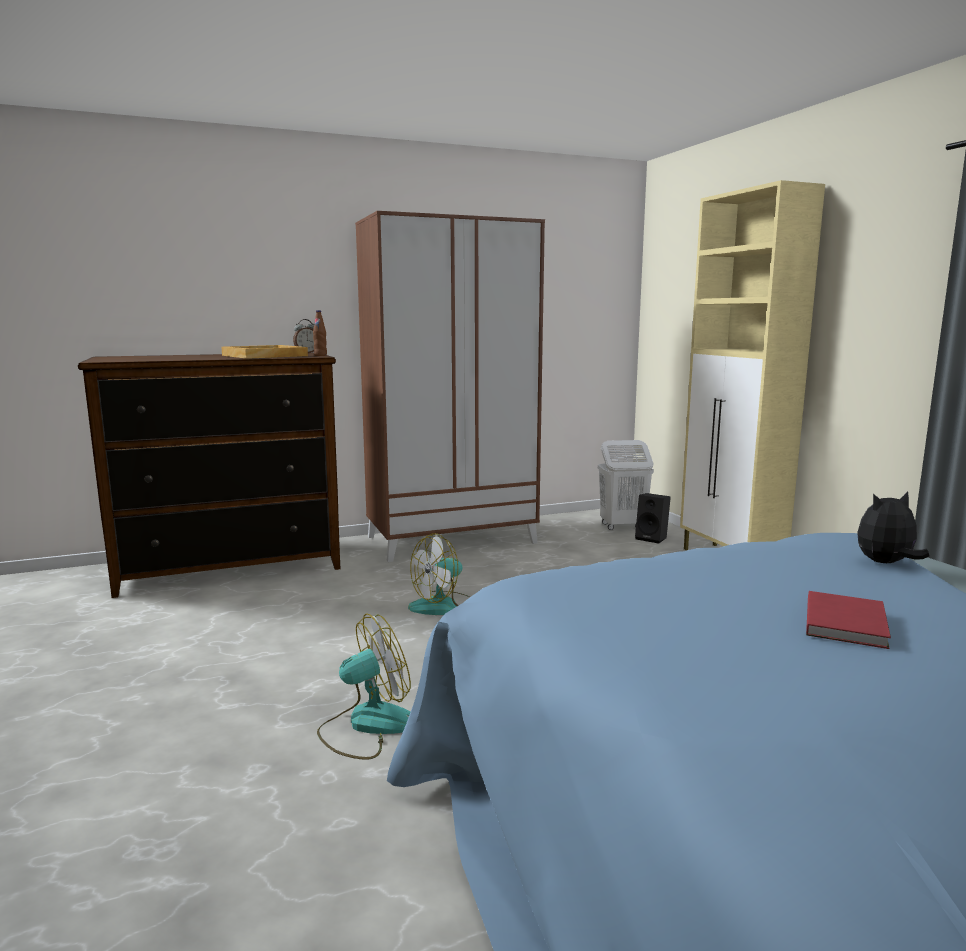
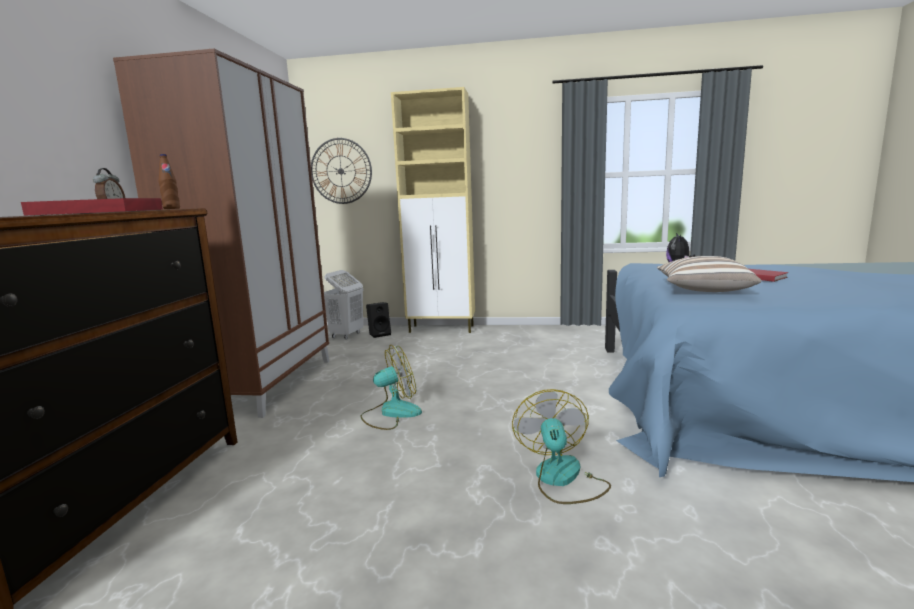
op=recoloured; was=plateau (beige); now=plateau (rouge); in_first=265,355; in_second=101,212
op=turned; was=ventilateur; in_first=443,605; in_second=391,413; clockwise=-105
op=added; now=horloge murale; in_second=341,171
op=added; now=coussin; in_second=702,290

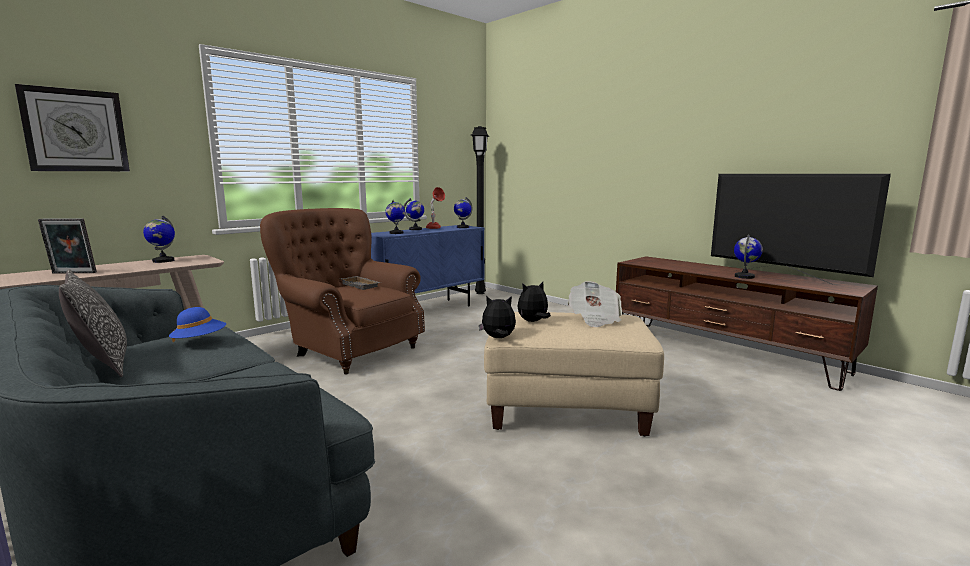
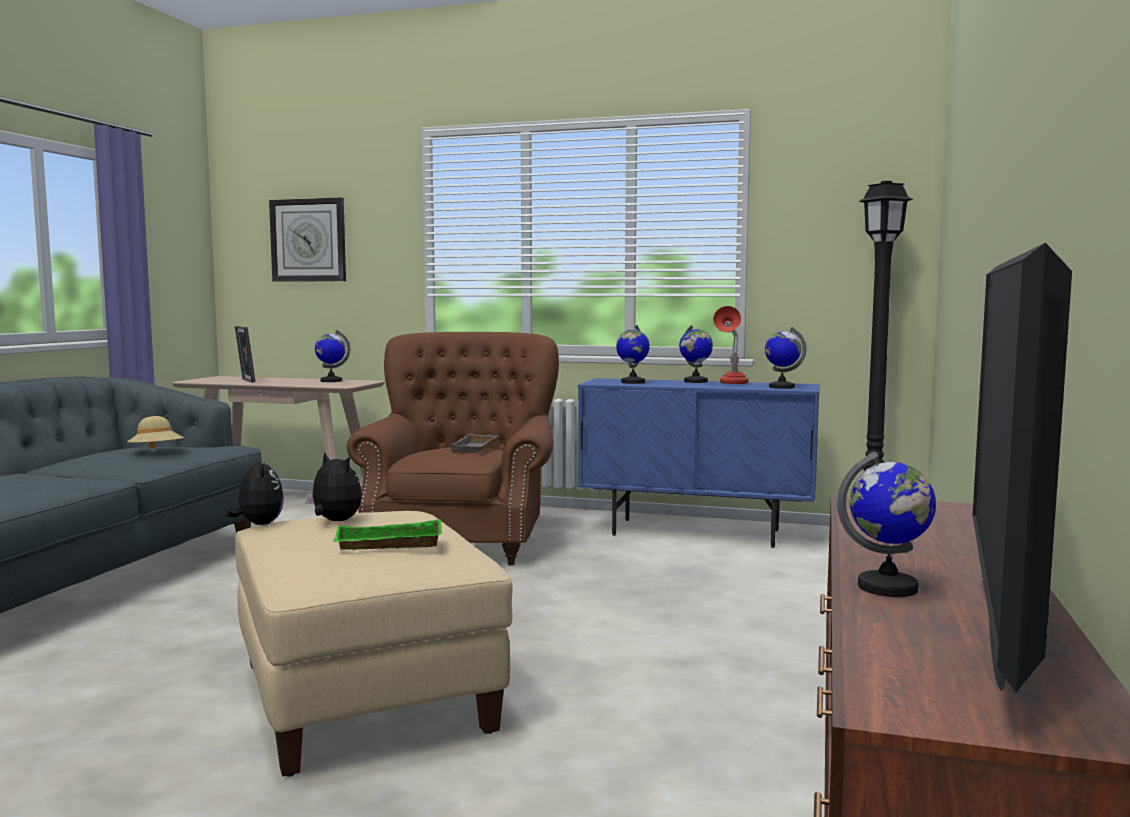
op=removed; was=coussin; in_first=103,365
op=recoloured; was=chapeau (bleu); now=chapeau (beige); in_first=200,342; in_second=156,452
op=replaced; was=journal; now=plateau (vert); in_first=594,319; in_second=387,544

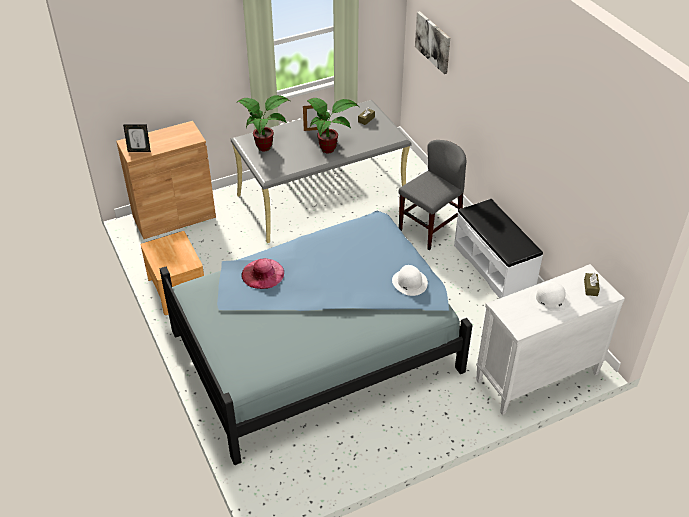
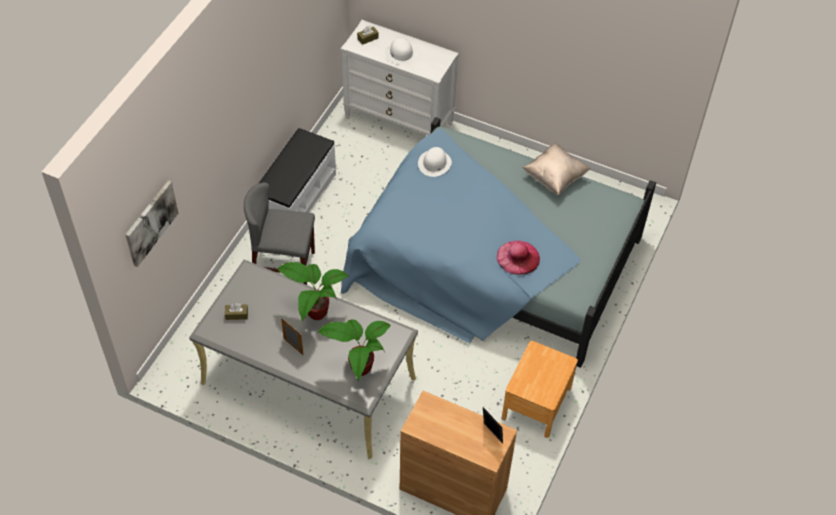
op=added; now=coussin (beige); in_second=555,177

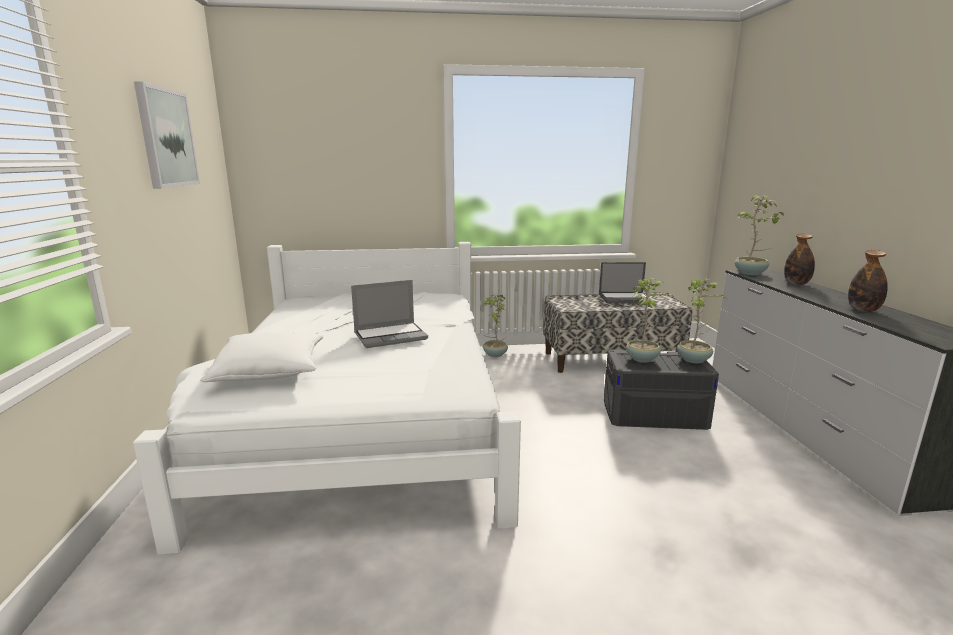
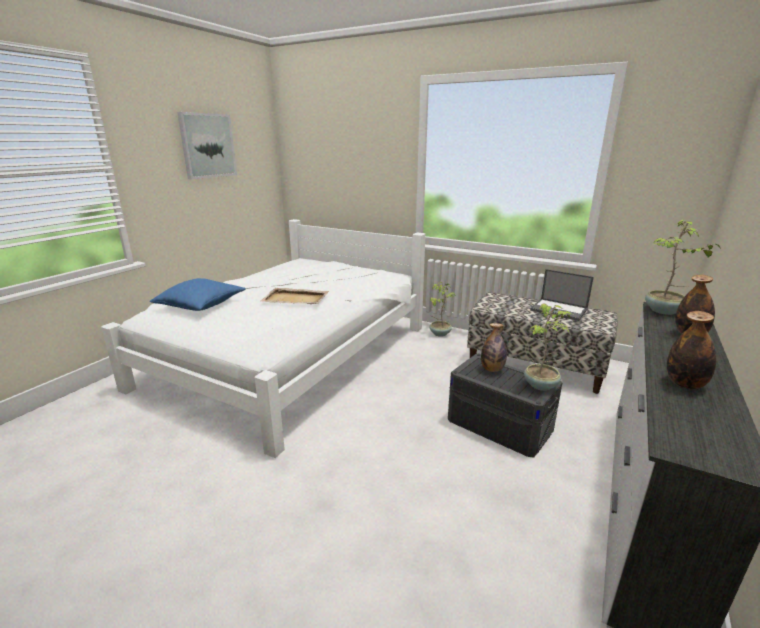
op=recoloured; was=coussin (blanc); now=coussin (bleu); in_first=270,371; in_second=201,305
op=replaced; was=ordinateur portable; now=plateau (beige); in_first=391,336; in_second=296,299
op=replaced; was=plante en pot; now=bouteille; in_first=642,358; in_second=492,369

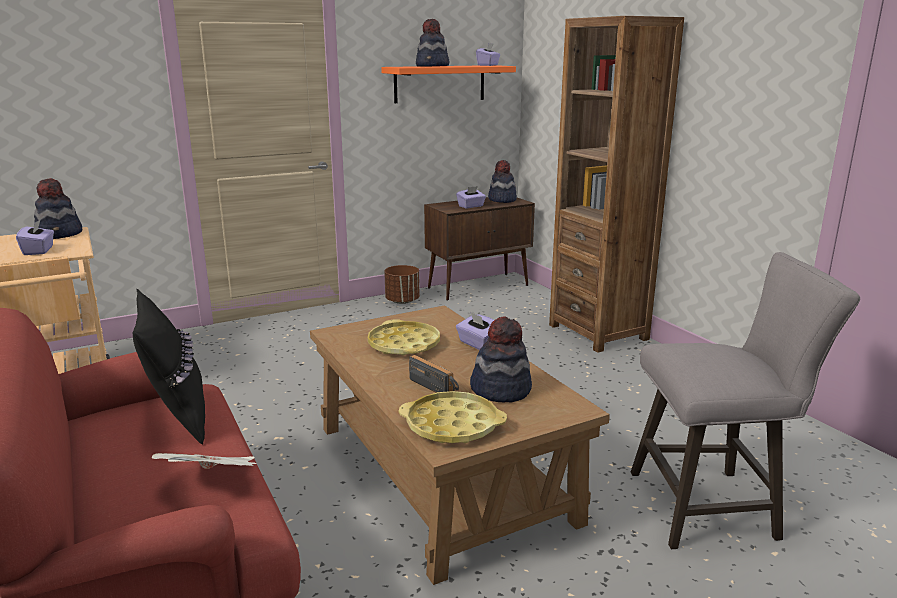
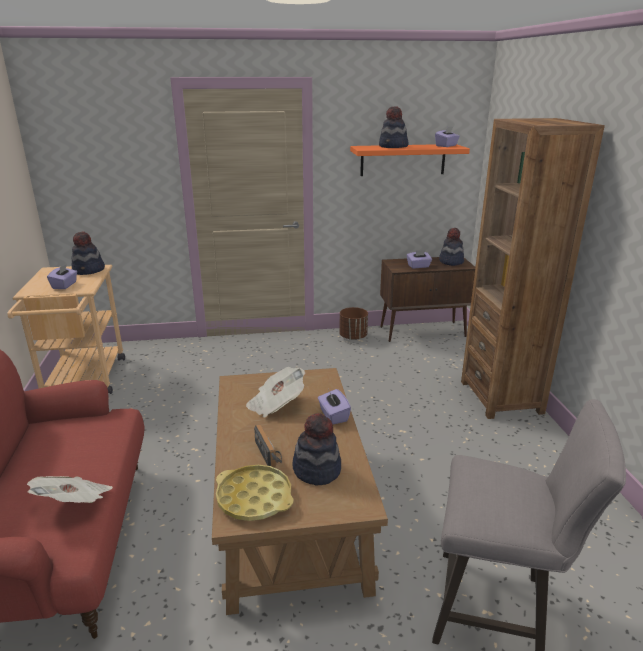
op=removed; was=coussin (noir); in_first=178,416
op=replaced; was=plateau (jaune); now=journal; in_first=404,345; in_second=276,404

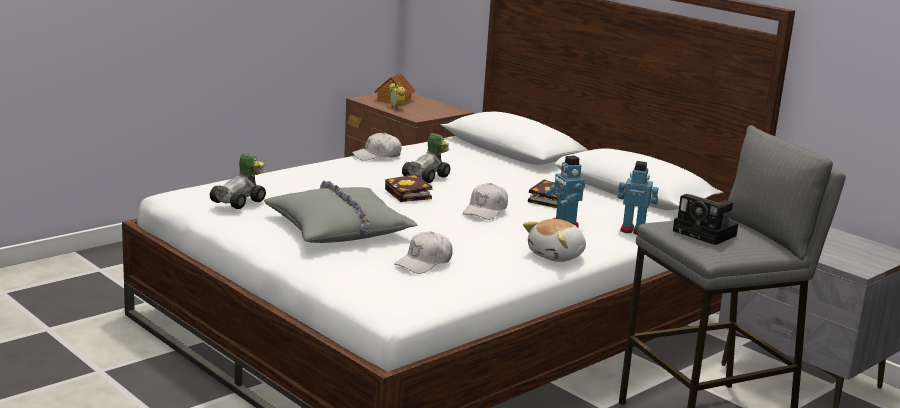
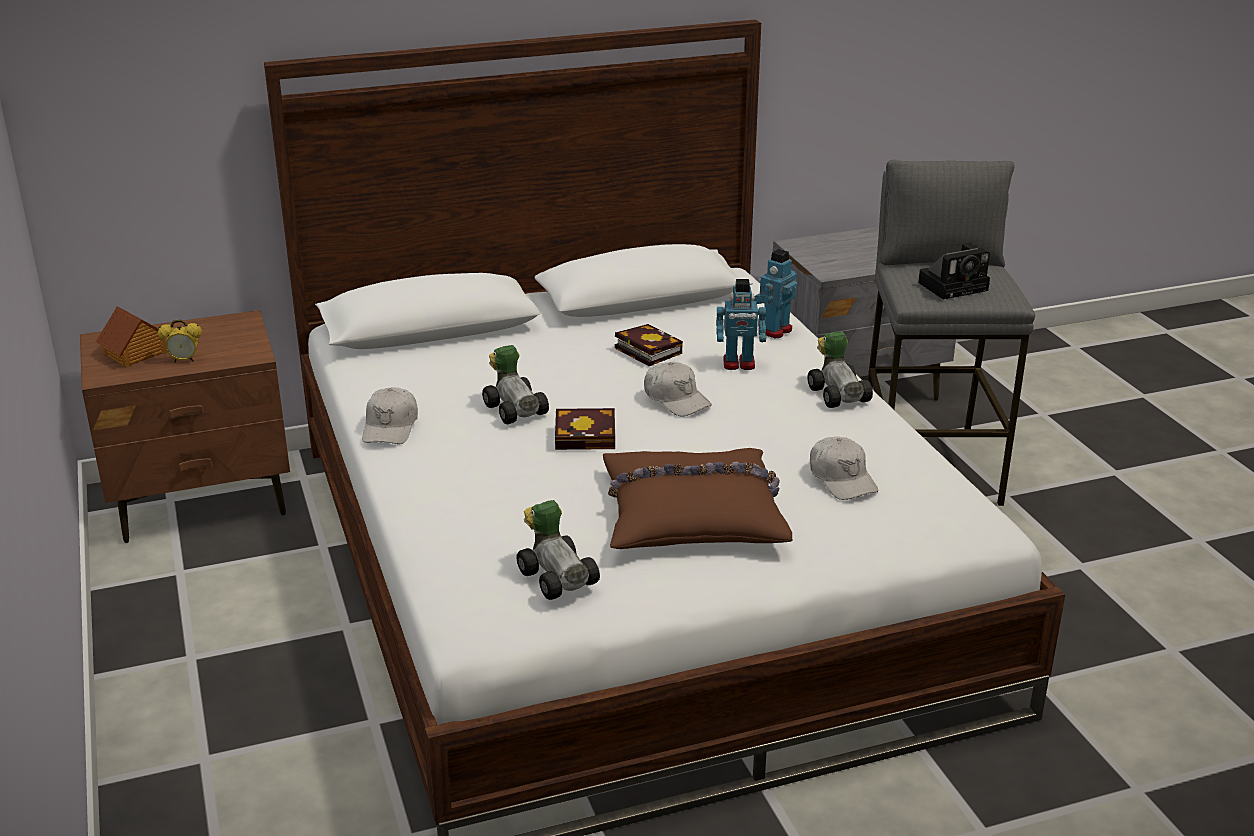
op=recoloured; was=coussin (gris); now=coussin (marron); in_first=339,228; in_second=692,515
op=replaced; was=peluche; now=petite voiture; in_first=557,256; in_second=838,393

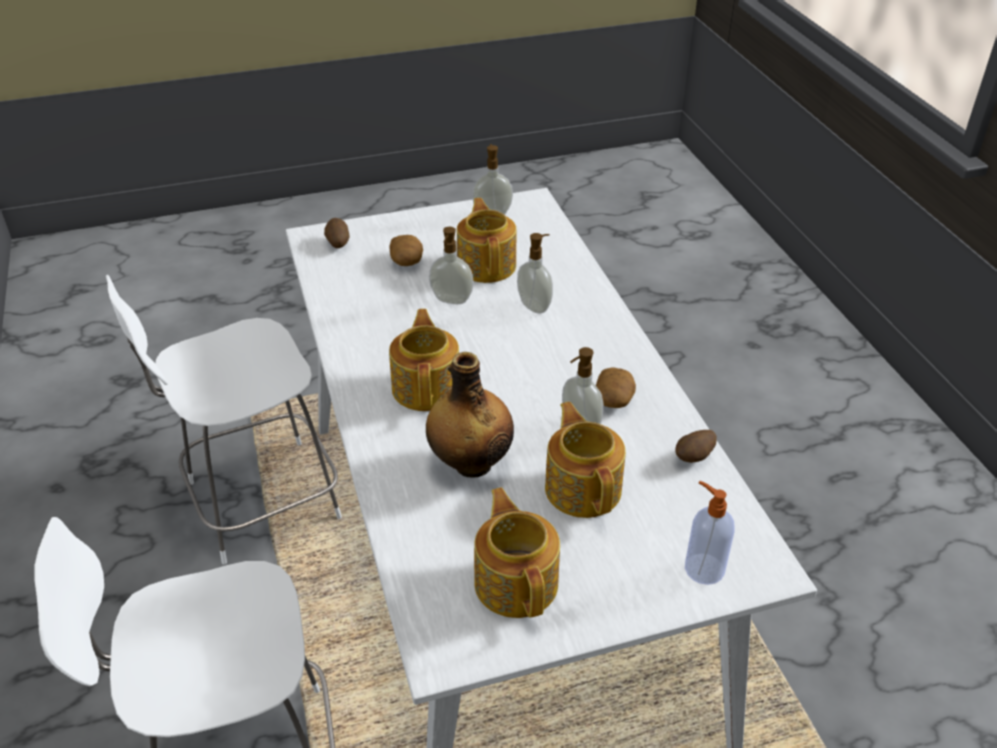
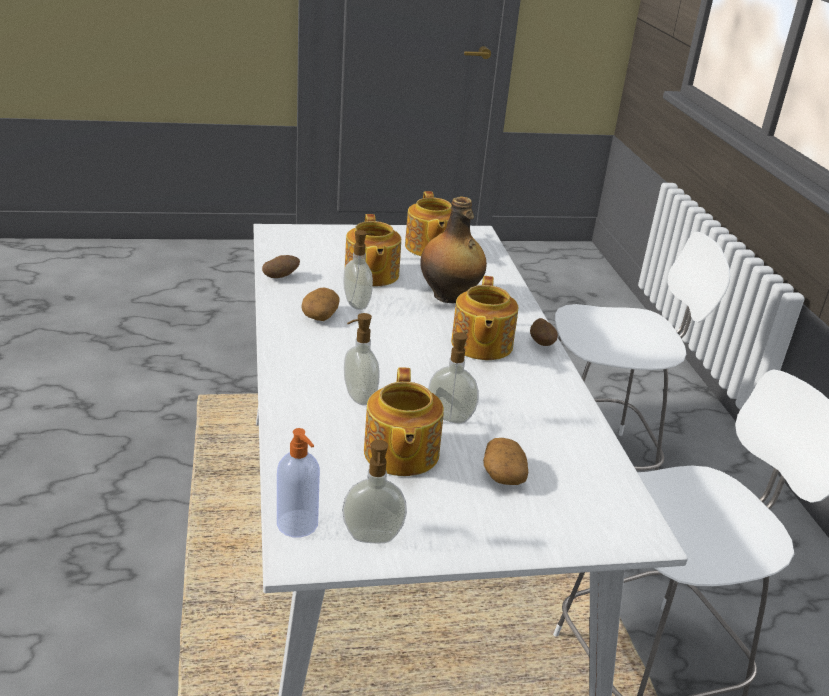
op=moved; was=pomme de terre; in_first=337,243; in_second=542,344
op=moved; was=distributeur de savon; in_first=703,568; in_second=298,525

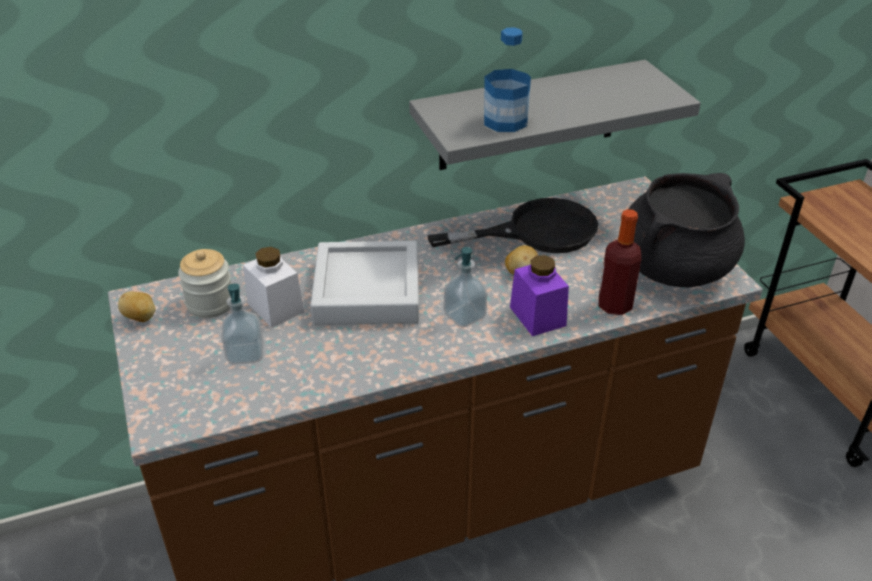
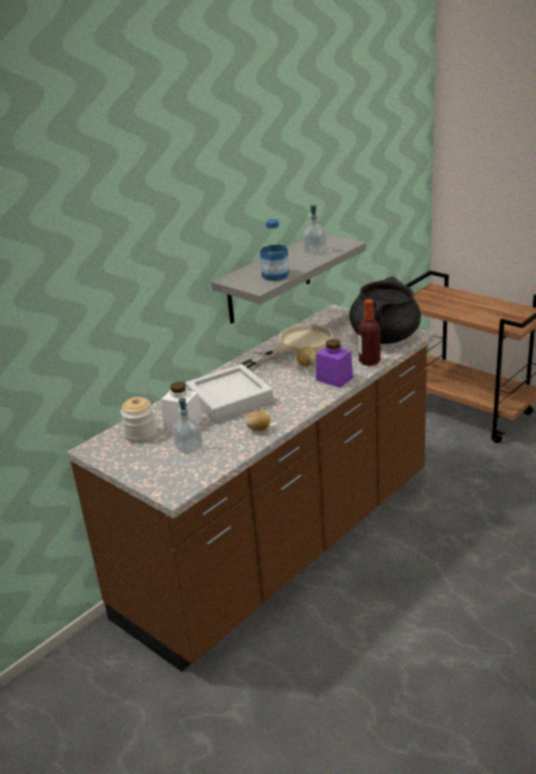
op=moved; was=pomme de terre; in_first=141,318; in_second=259,429
op=recoloured; was=poêle (noir); now=poêle (beige); in_first=536,231; in_second=297,345
op=moved; was=distributeur de savon; in_first=464,316; in_second=315,251

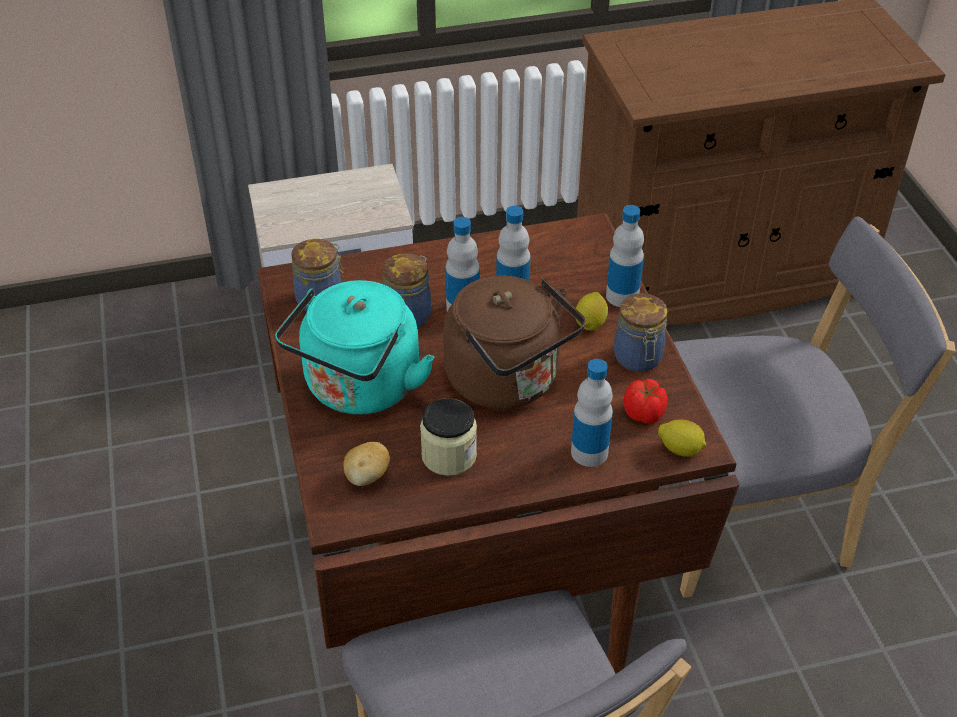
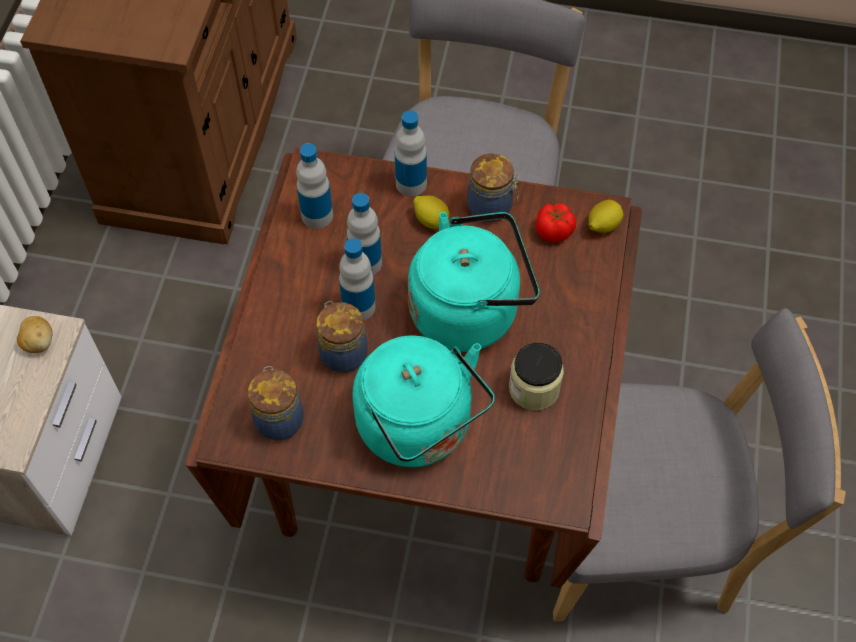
op=moved; was=pomme de terre; in_first=367,476; in_second=39,342
op=recoloured; was=bouilloire (marron); now=bouilloire (turquoise); in_first=508,382; in_second=470,310
op=moved; was=bouteille; in_first=589,452; in_second=317,215

